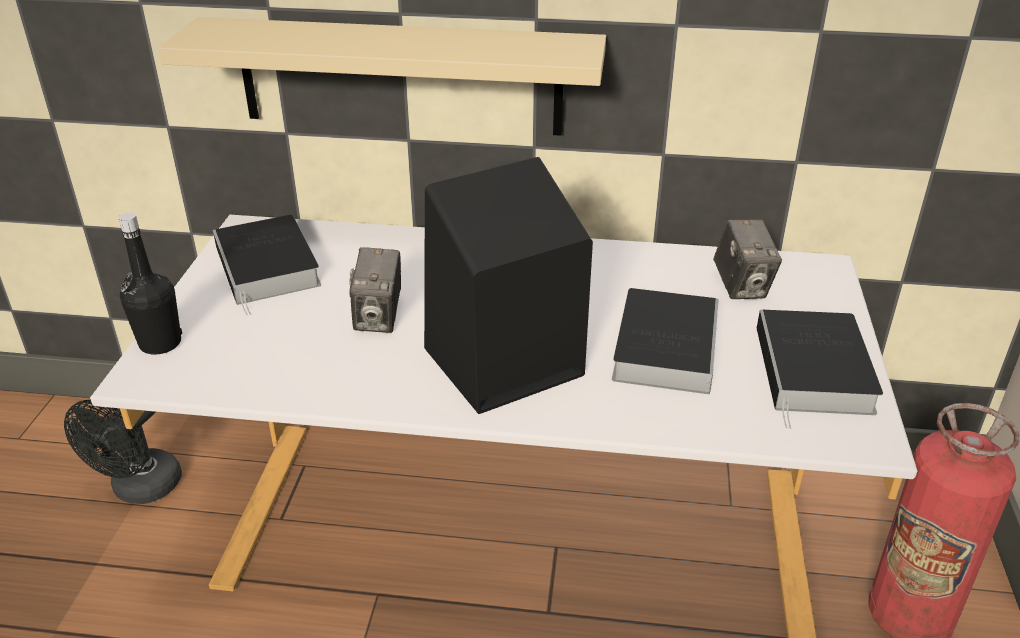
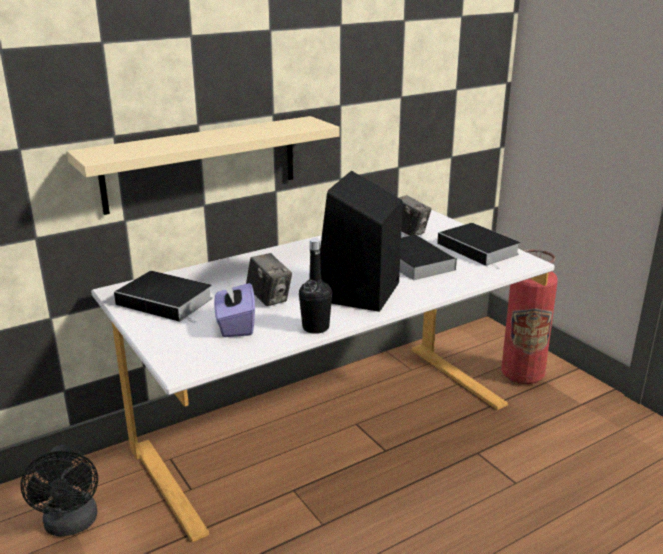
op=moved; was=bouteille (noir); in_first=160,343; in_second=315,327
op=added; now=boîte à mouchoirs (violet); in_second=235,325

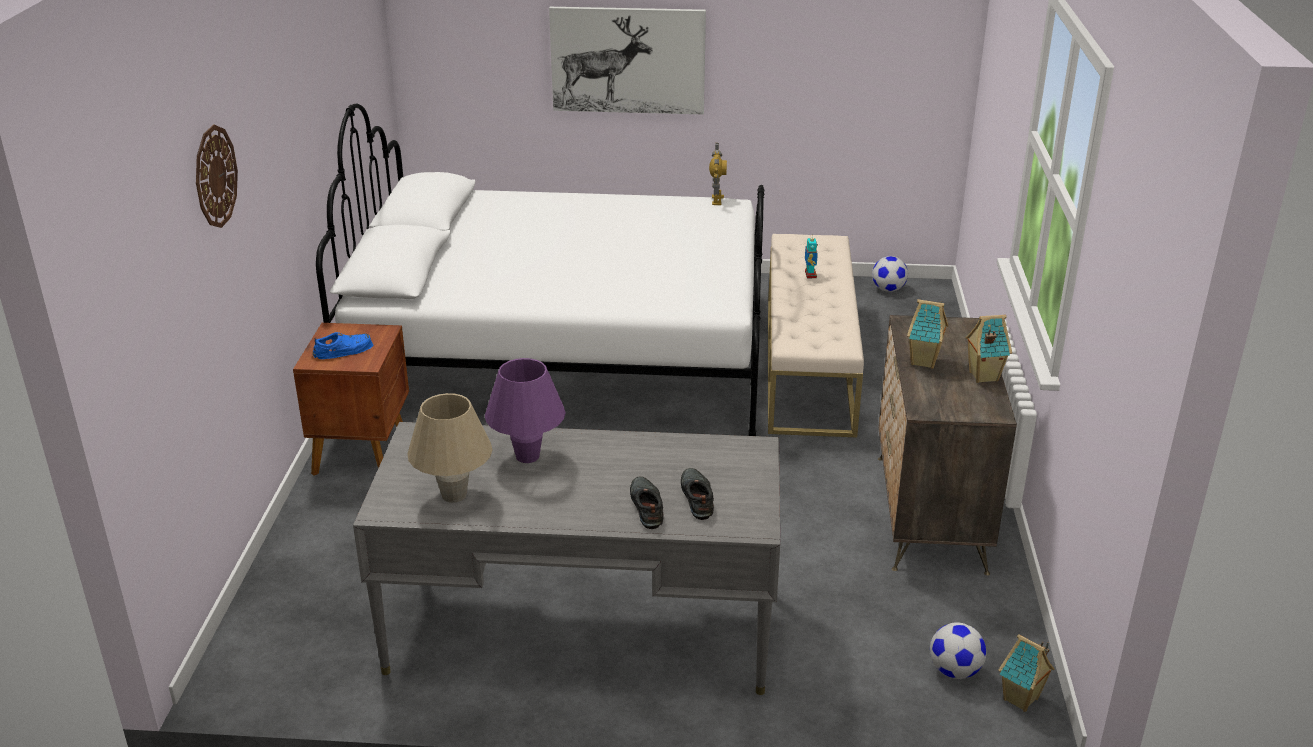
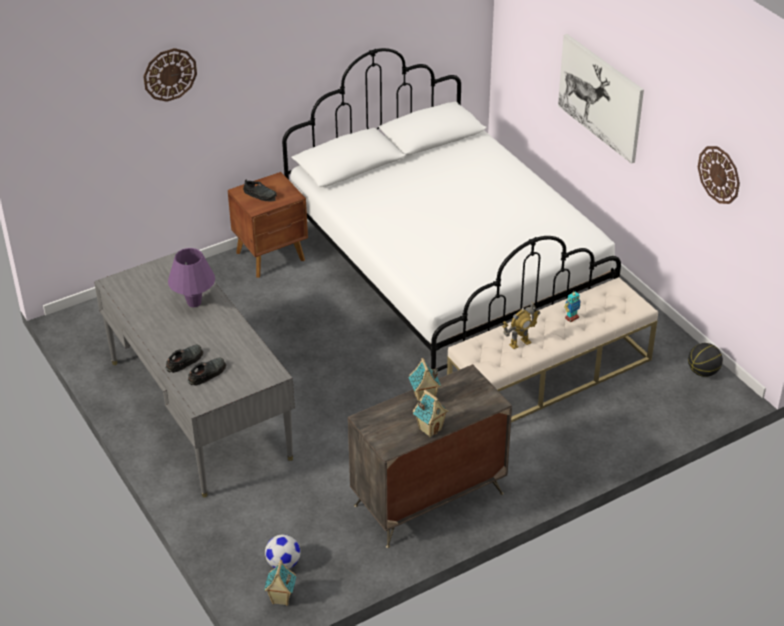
op=recoloured; was=chaussure (bleu); now=chaussure (noir); in_first=343,350; in_second=260,194
op=removed; was=lampe de table (beige); in_first=454,495
op=moved; was=robot jouet; in_first=717,200; in_second=520,343
op=replaced; was=ballon de foot; now=ballon de basket; in_first=888,289; in_second=702,372
op=added; now=horloge murale; in_second=719,174

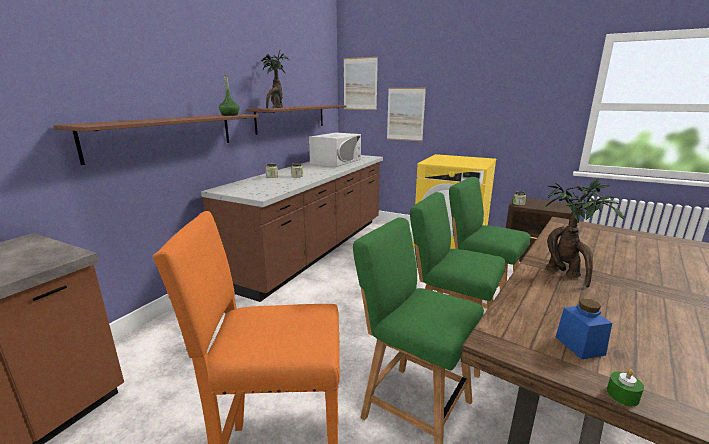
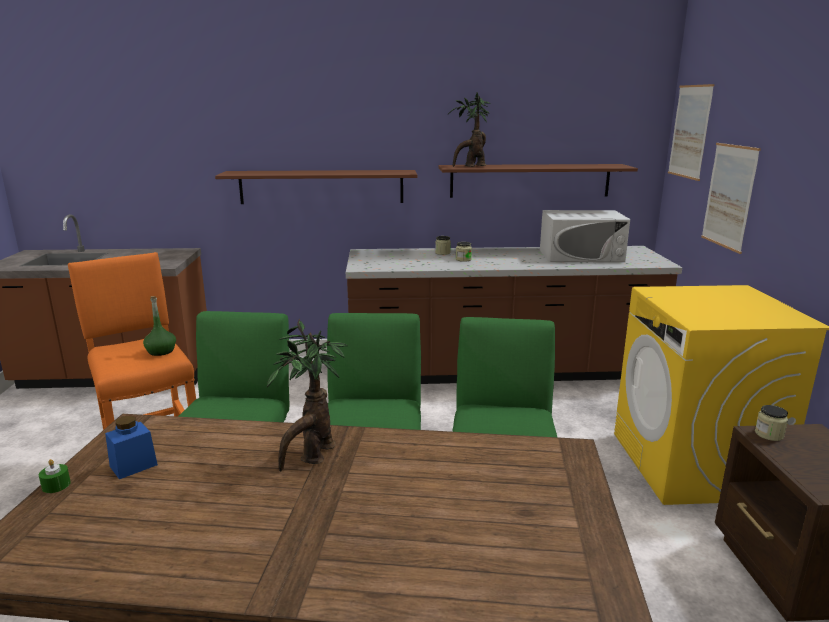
op=moved; was=bouteille (vert); in_first=230,115; in_second=161,351

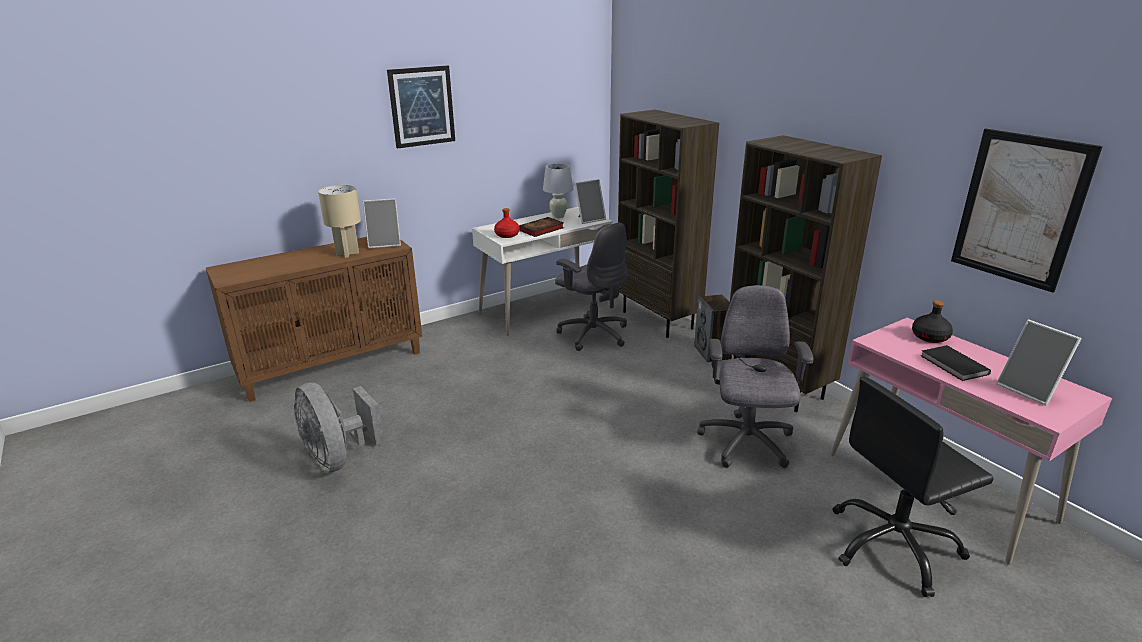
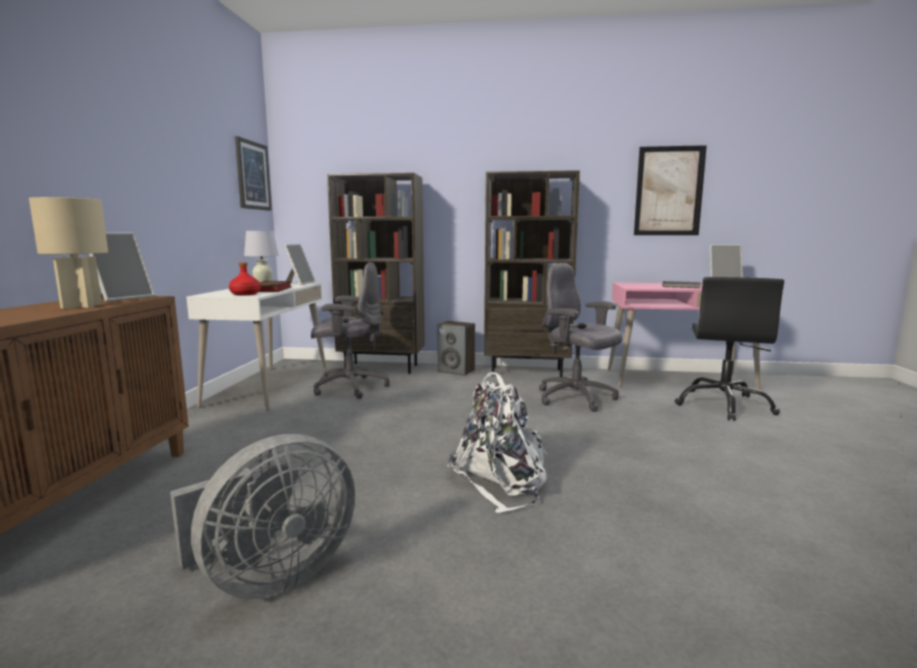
op=turned; was=ventilateur (gris); in_first=338,458; in_second=271,578; clockwise=-45
op=moved; was=tableau; in_first=421,106; in_second=252,175
op=removed; was=bouteille (noir); in_first=930,337
op=added; now=sac à dos (blanc); in_second=502,480

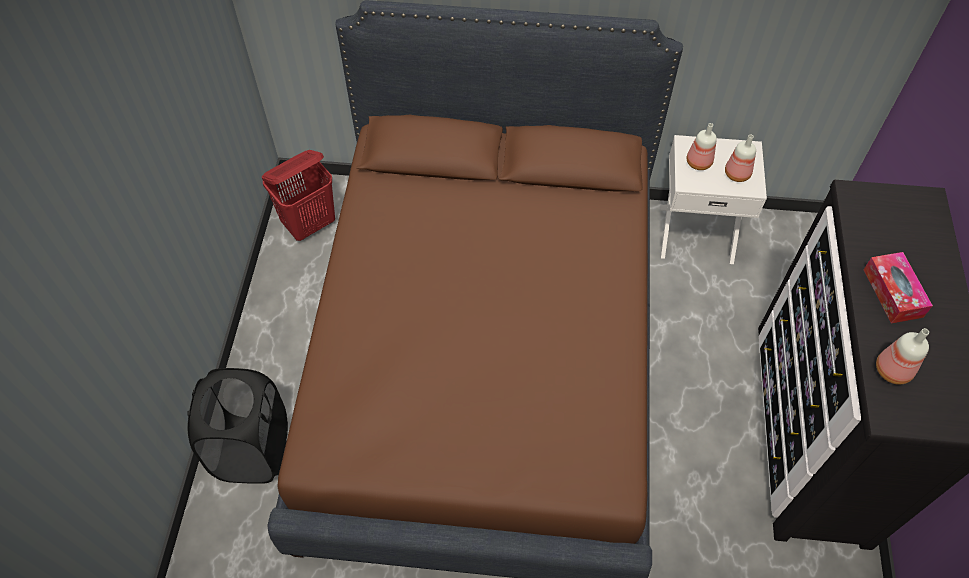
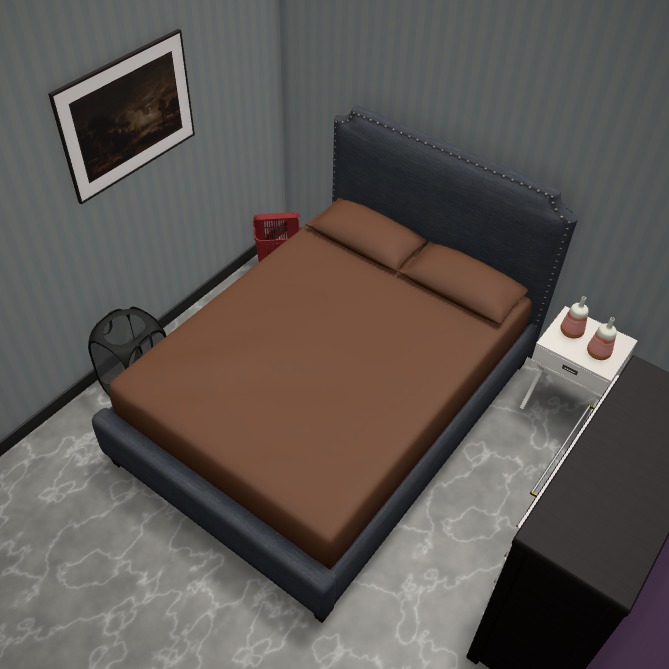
op=removed; was=boîte à mouchoirs; in_first=892,293
op=removed; was=bouteille; in_first=892,371
op=added; now=tableau; in_second=133,141

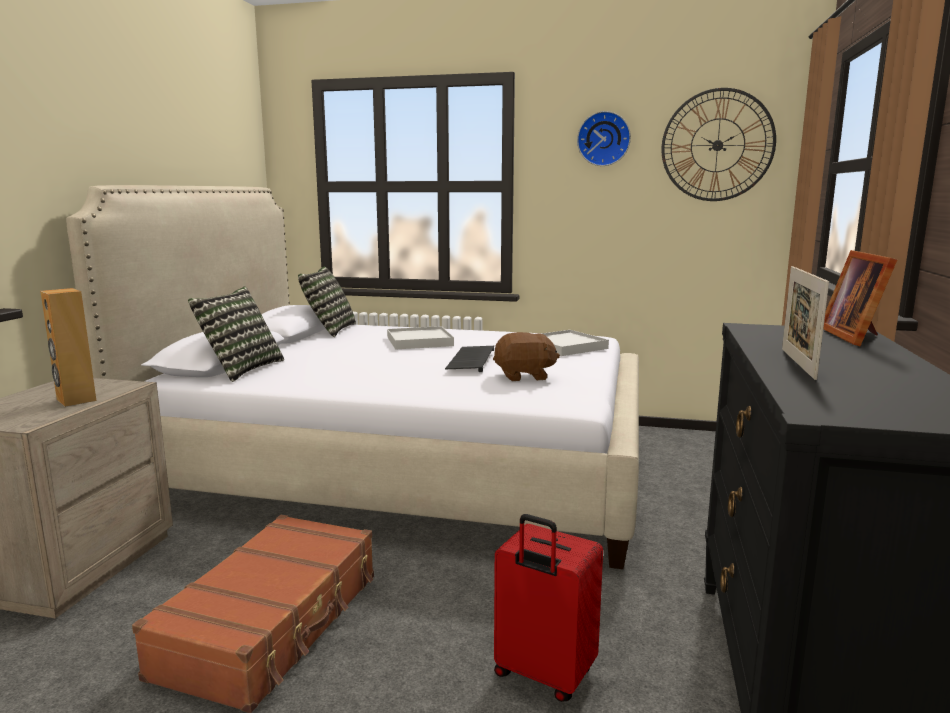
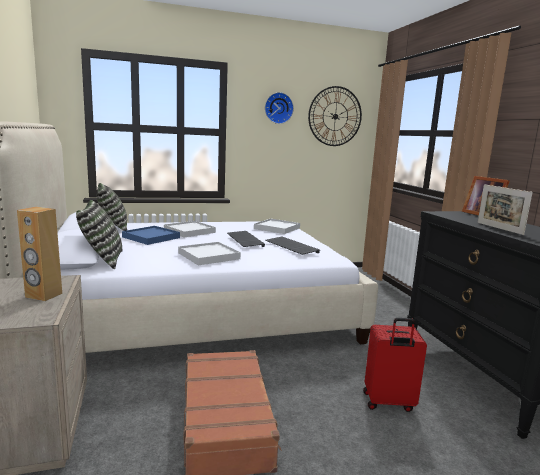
op=replaced; was=peluche (marron); now=clavier; in_first=524,376; in_second=290,247
op=added; now=plateau (bleu); in_second=151,237
op=added; now=plateau (blanc); in_second=208,256

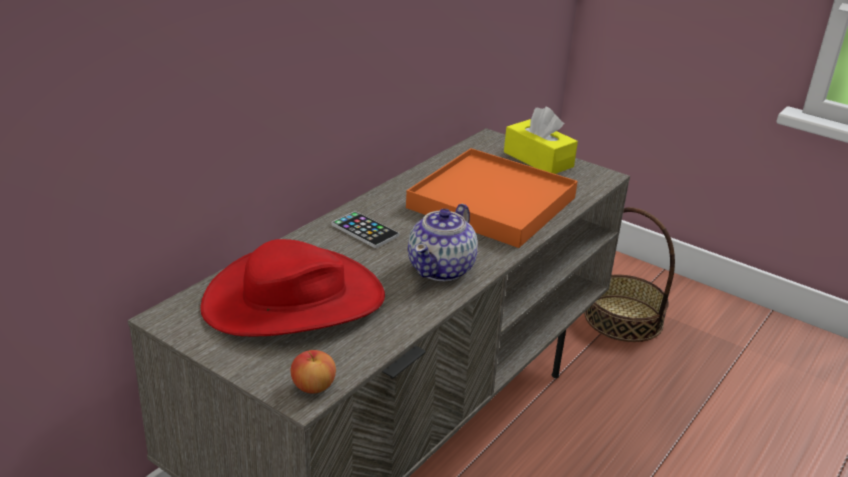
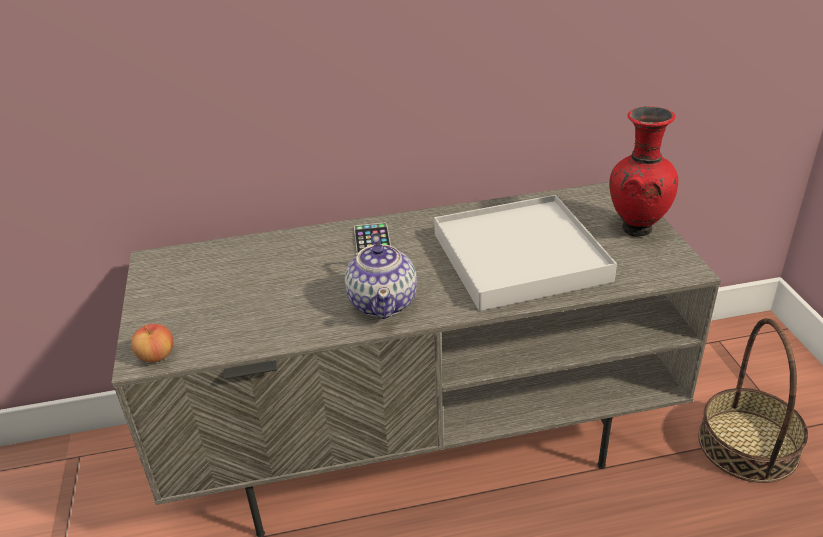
op=removed; was=chapeau (rouge); in_first=294,301
op=recoloured; was=plateau (orange); now=plateau (blanc); in_first=491,202; in_second=520,256
op=turned; was=théière; in_first=442,269; in_second=383,302; clockwise=-75
op=replaced; was=boîte à mouchoirs (jaune); now=vase (rouge); in_first=538,159; in_second=635,228

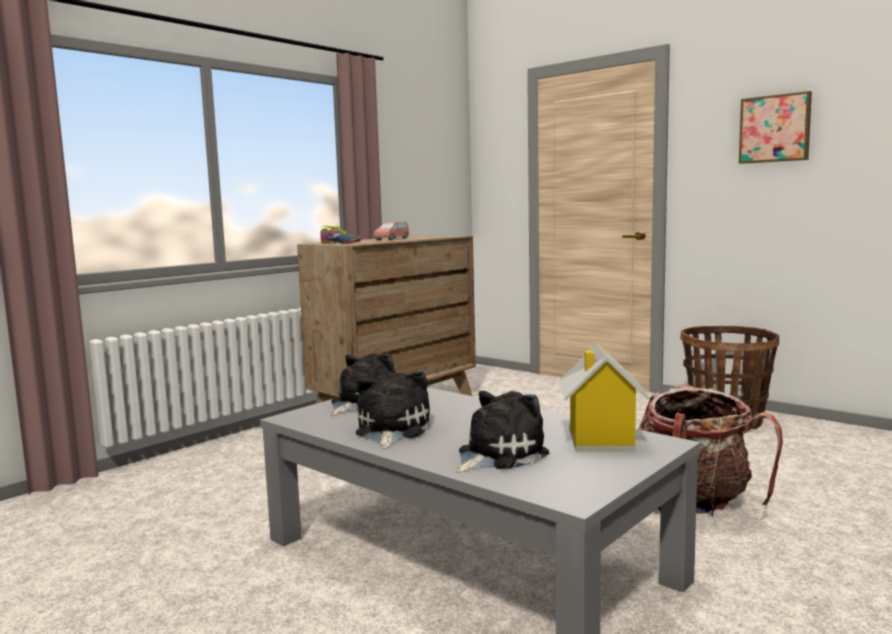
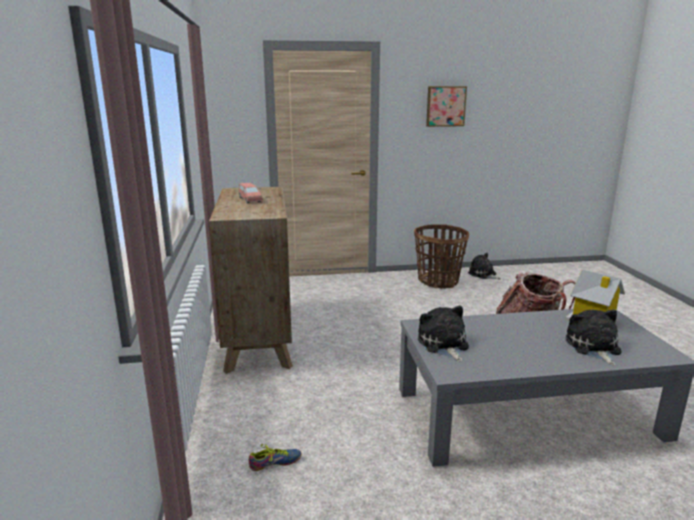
op=moved; was=chaussure; in_first=339,243; in_second=276,464
op=moved; was=peluche; in_first=391,430; in_second=483,274

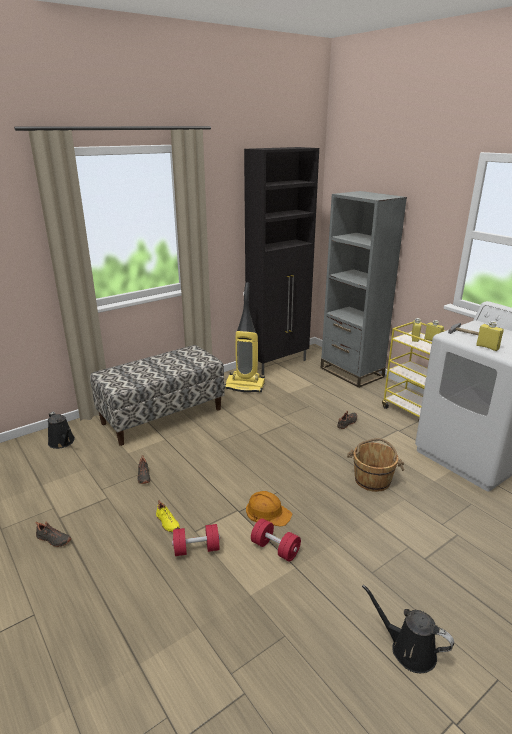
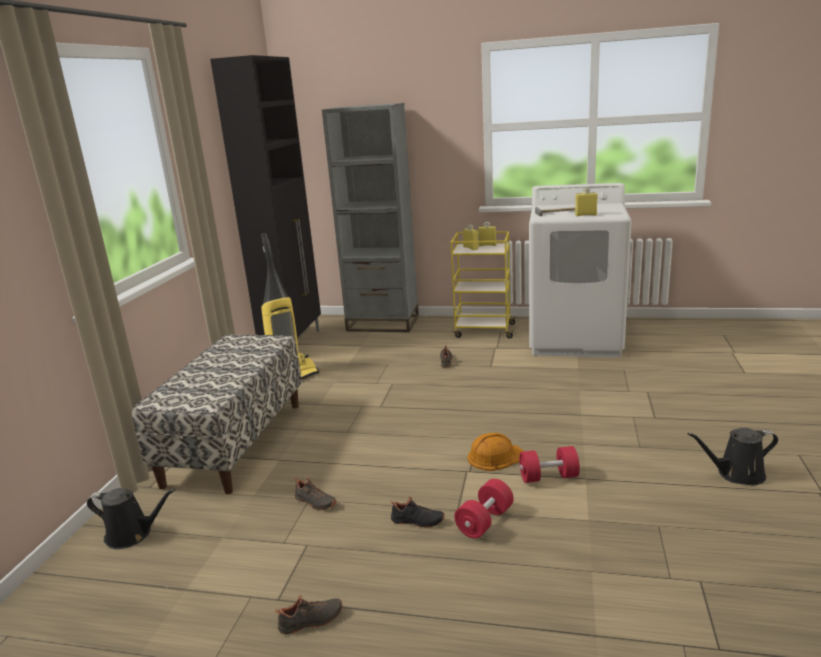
op=recoloured; was=chaussure (jaune); now=chaussure (noir); in_first=167,523; in_second=417,522
op=removed; was=seau (marron); in_first=372,479

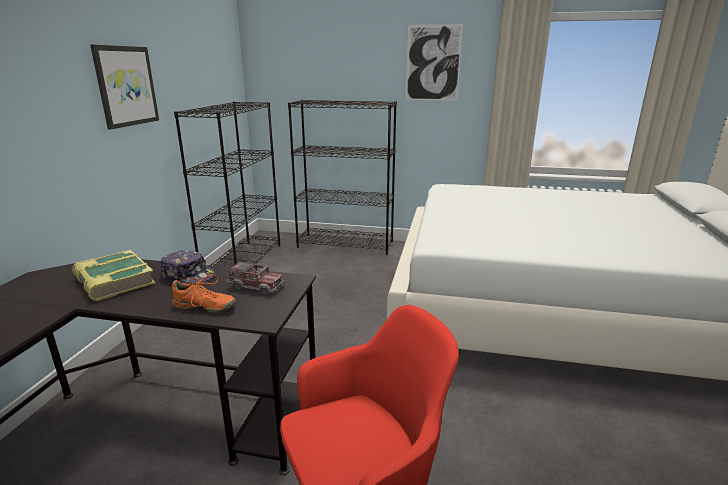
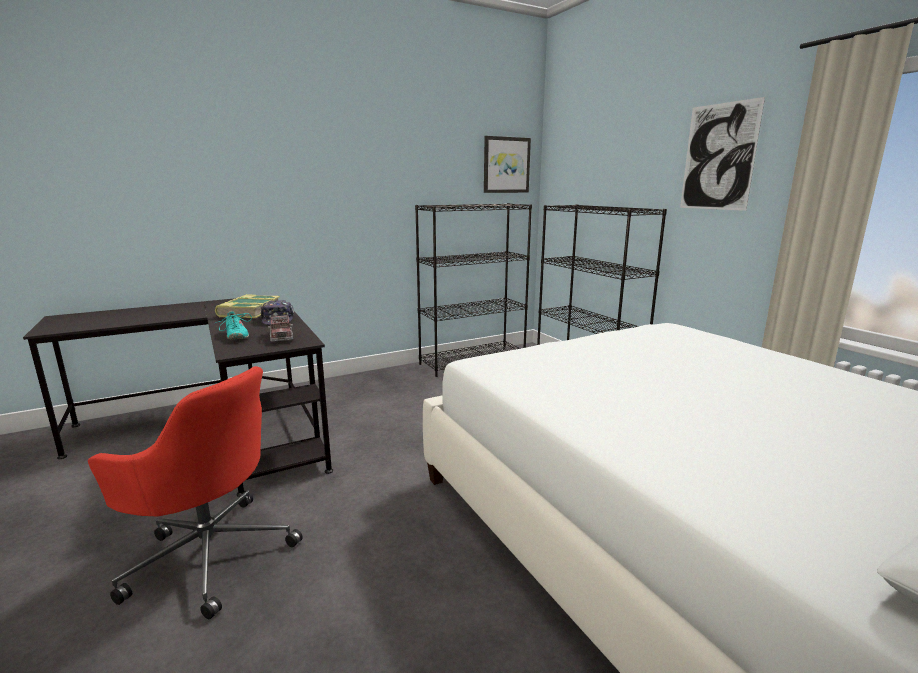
op=moved; was=tableau; in_first=126,86; in_second=506,165
op=recoloured; was=chaussure (orange); now=chaussure (turquoise); in_first=204,307; in_second=235,336

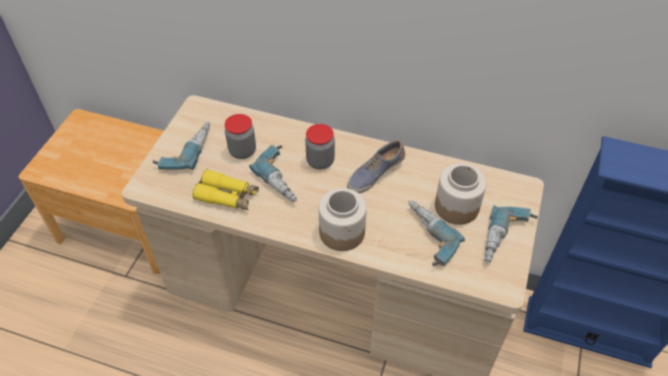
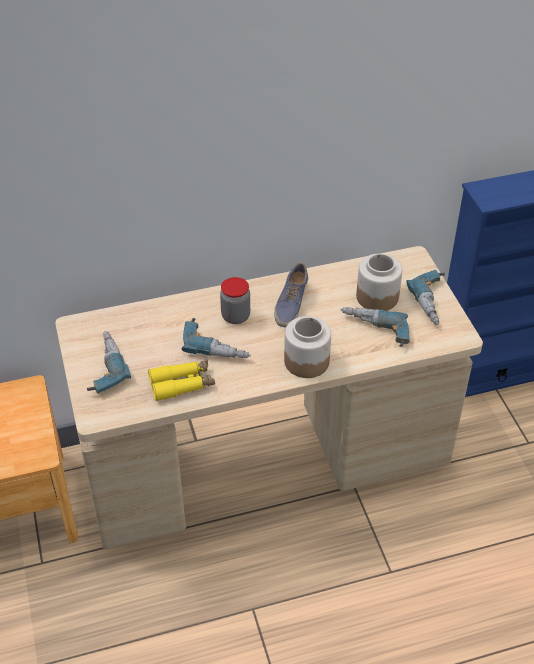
op=removed; was=bocal; in_first=242,151

